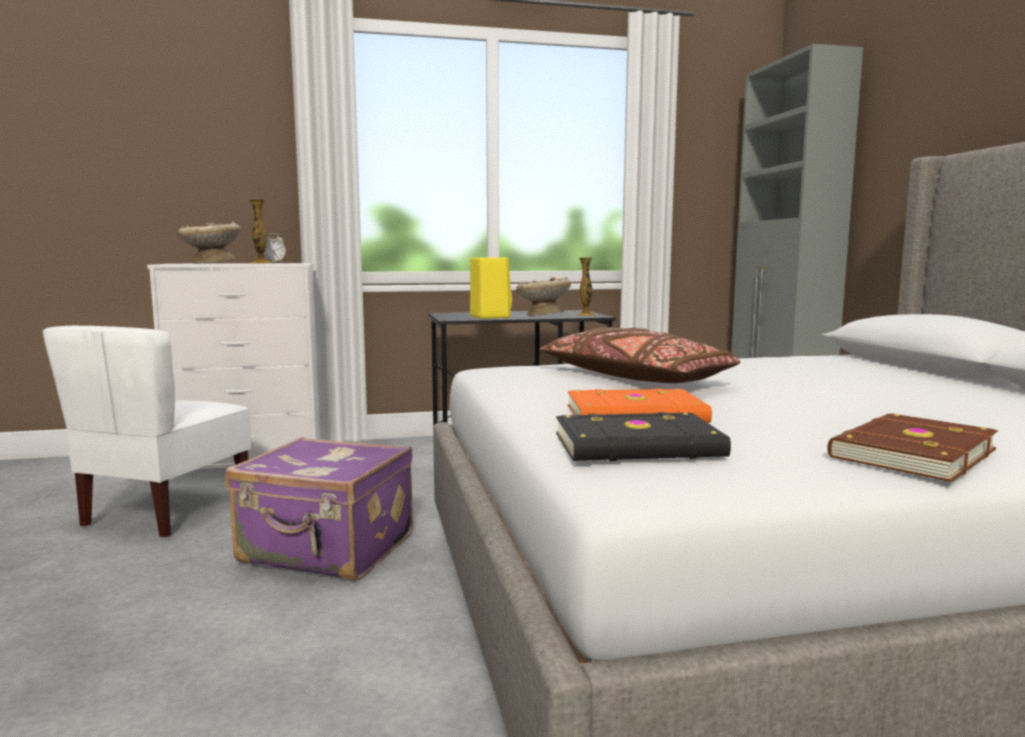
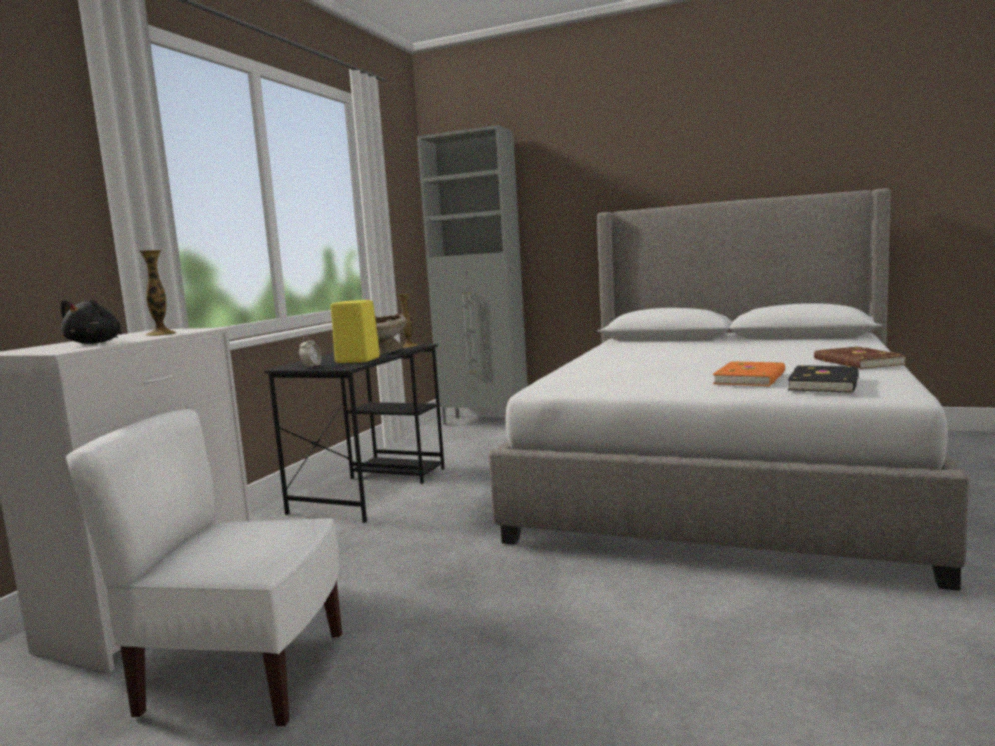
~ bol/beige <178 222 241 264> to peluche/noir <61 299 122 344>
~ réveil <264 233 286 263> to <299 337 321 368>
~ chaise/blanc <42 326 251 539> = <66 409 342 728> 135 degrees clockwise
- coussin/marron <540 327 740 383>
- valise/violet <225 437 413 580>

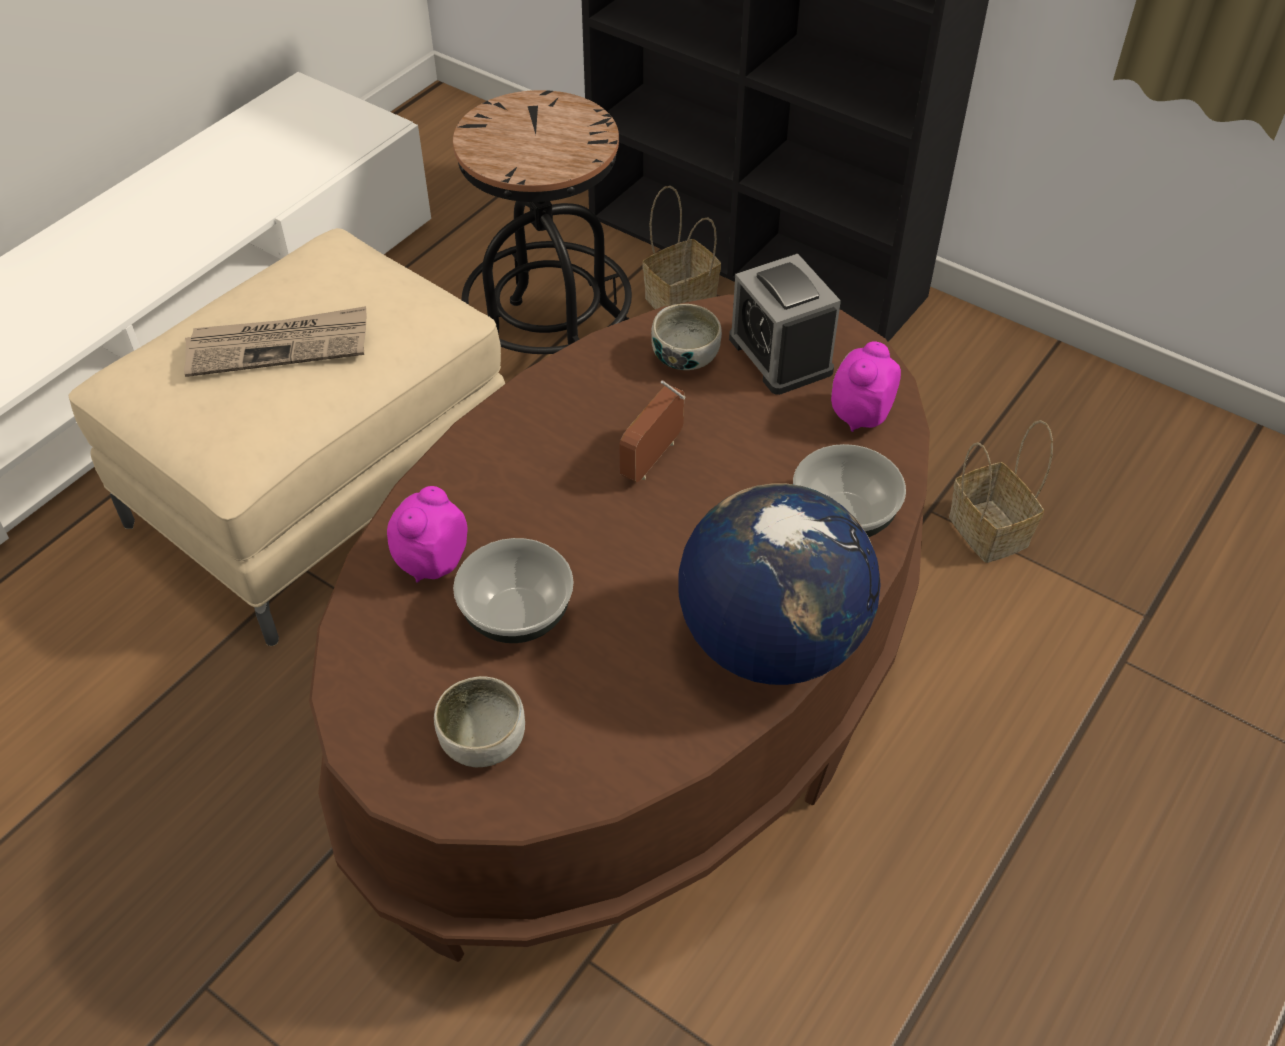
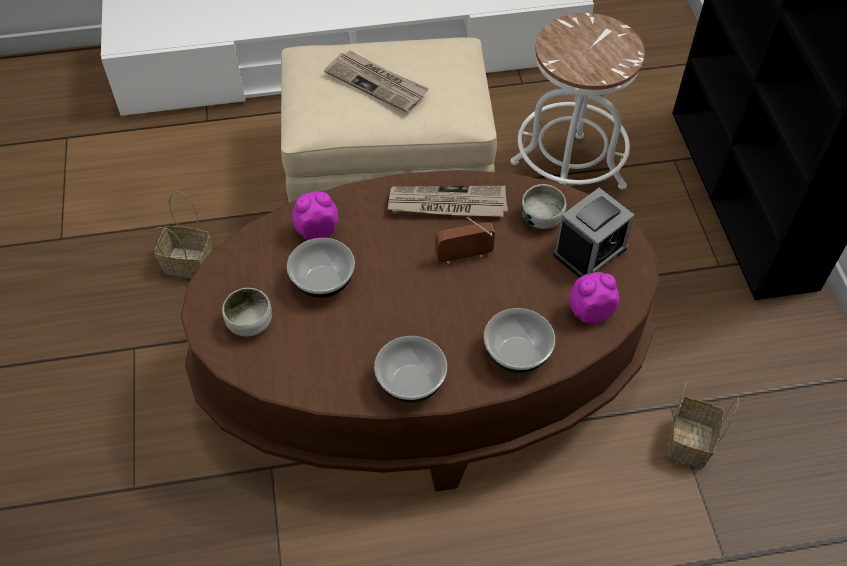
~ tabouret/noir <453 90 632 354> to tabouret/blanc <511 13 645 190>
~ panier <642 186 721 309> to <154 191 212 279>
~ réveil <729 254 841 395> = <553 188 635 278> 150 degrees counterclockwise
~ globe <678 483 880 685> to bol <374 336 447 403>
+ journal <387 186 508 217>

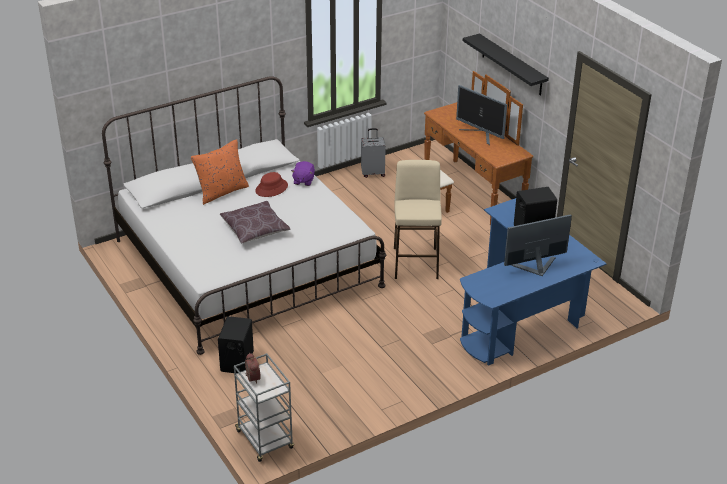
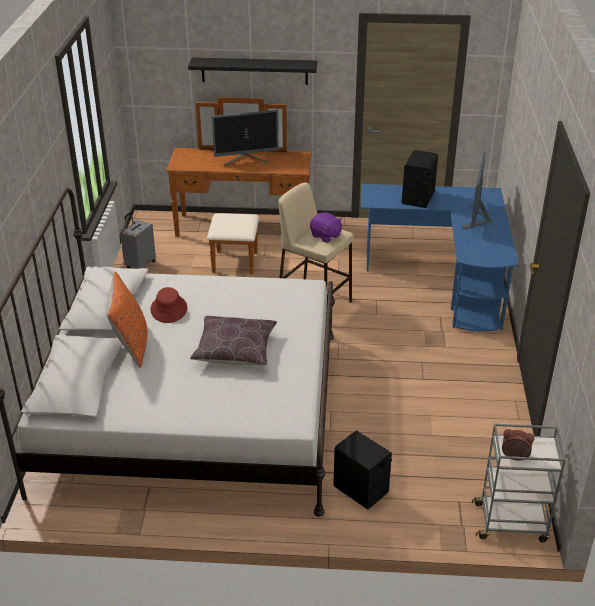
~ peluche/violet <291 161 315 186> to <310 212 342 243>

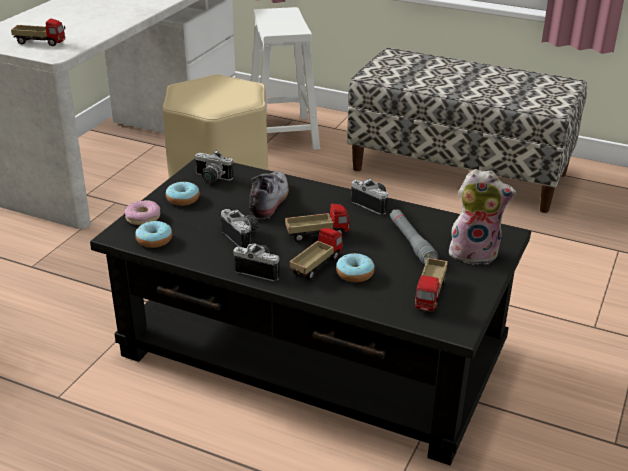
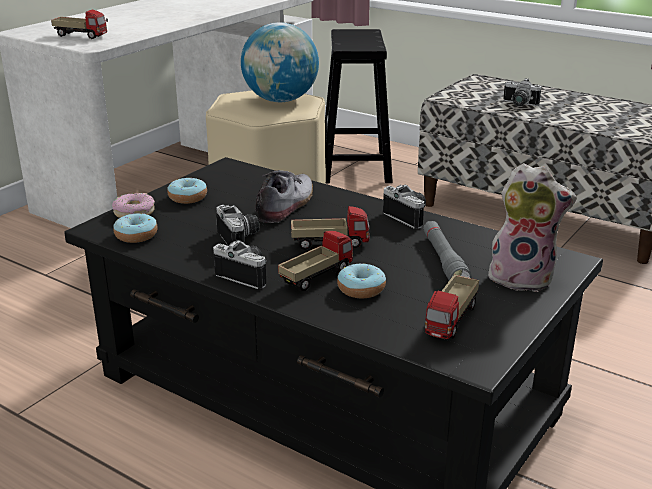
~ tabouret/blanc <251 7 320 150> to tabouret/noir <325 29 393 183>
~ appareil photo <194 151 234 183> to <503 78 541 106>
+ globe <241 22 319 102>

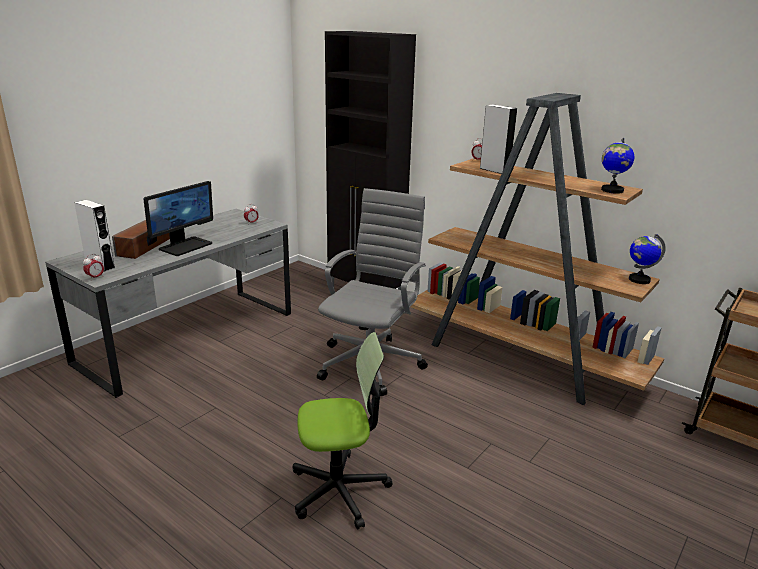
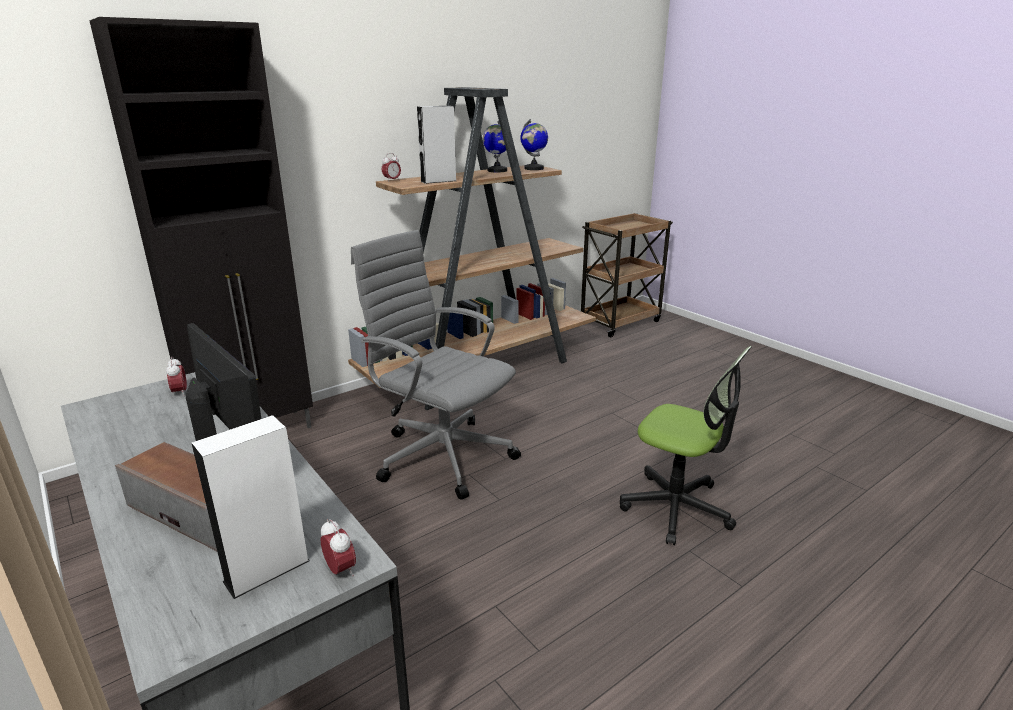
~ globe <629 234 666 284> to <483 120 507 172>
~ chaise de bureau <292 332 393 529> = <620 346 752 545> 120 degrees clockwise

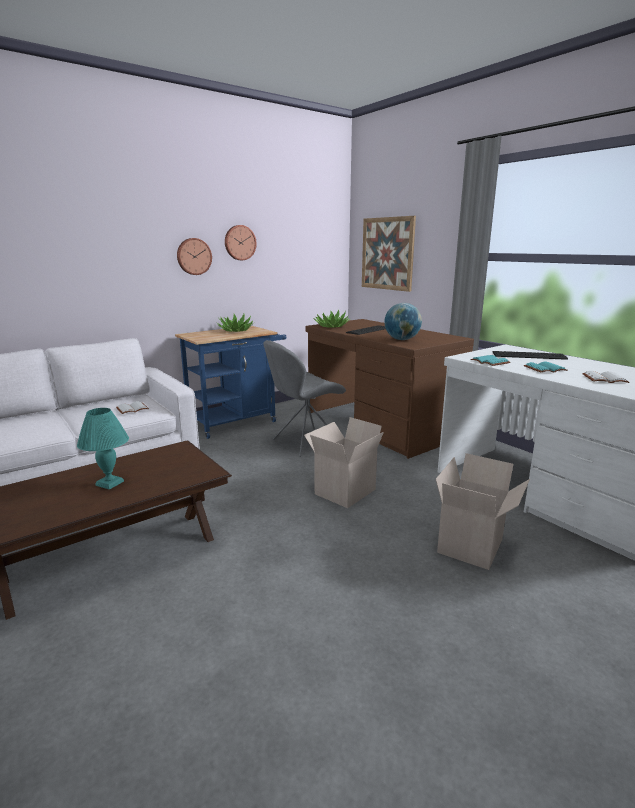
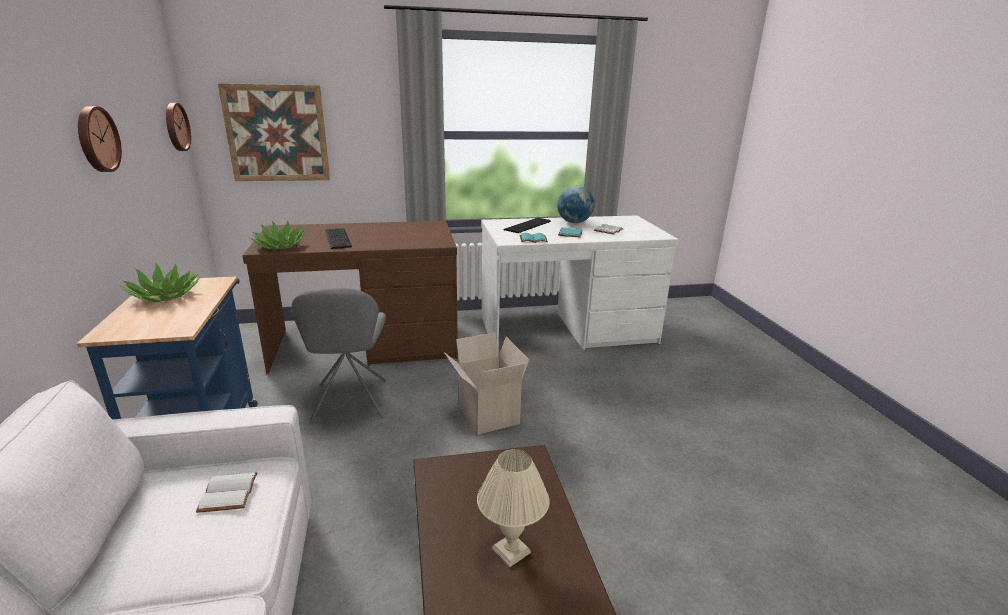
~ horloge murale <177 238 212 275> to <166 103 191 151>
~ globe <384 303 422 340> to <557 186 595 223>
~ lampe de table/turquoise <77 408 129 490> to lampe de table/beige <477 449 550 568>
- carton <436 453 530 570>

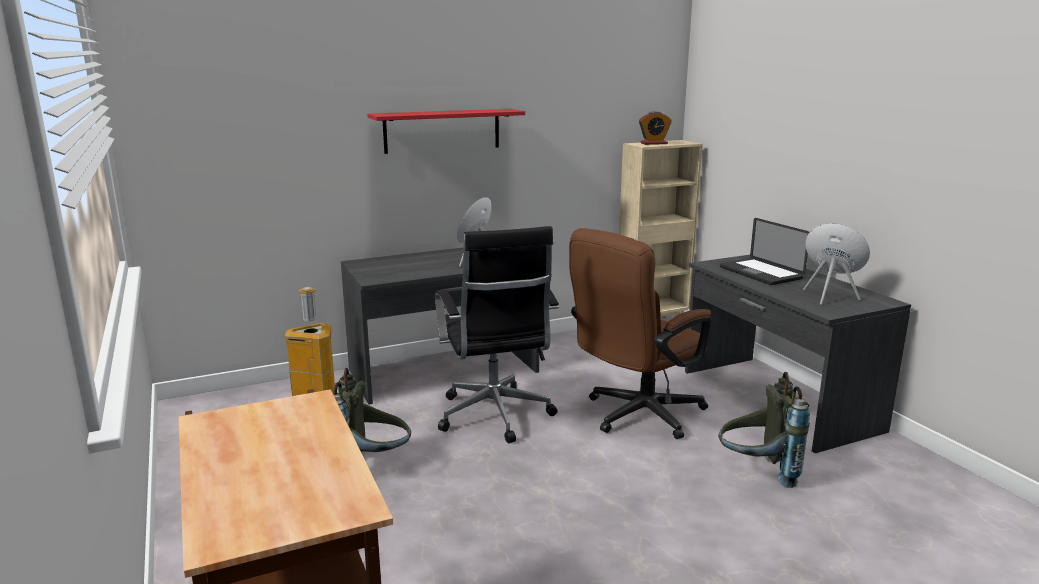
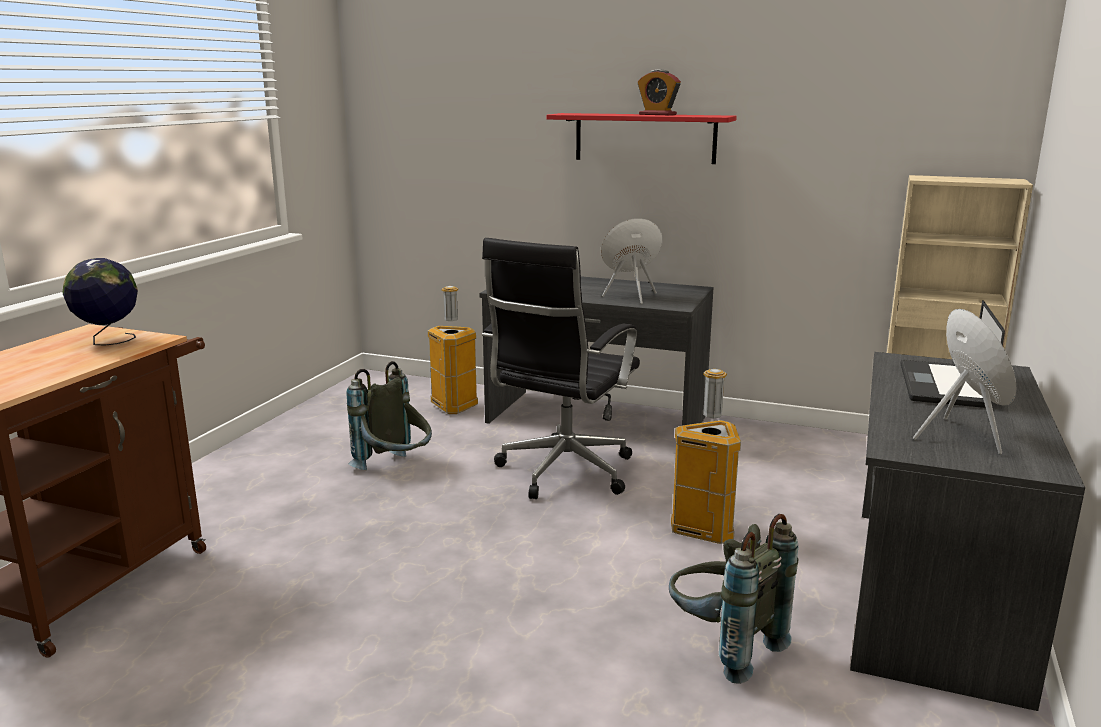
~ réveil <639 111 672 145> to <638 69 681 115>
~ chaise de bureau/marron <569 228 711 439> to poubelle <671 369 741 544>
+ globe <62 258 138 346>

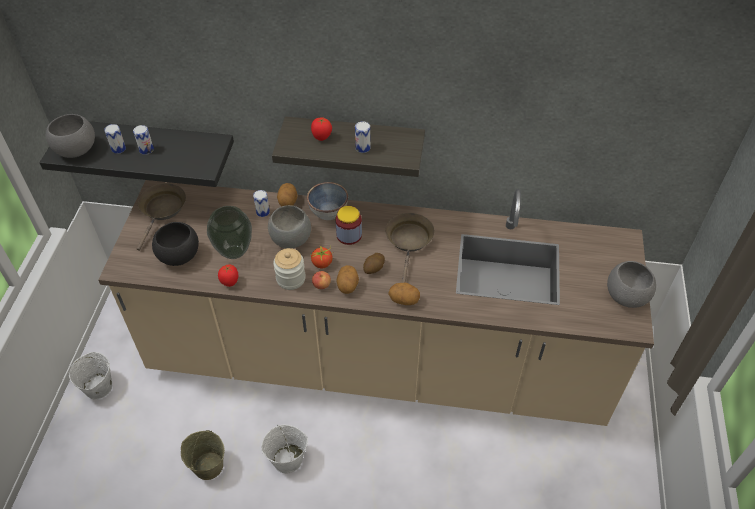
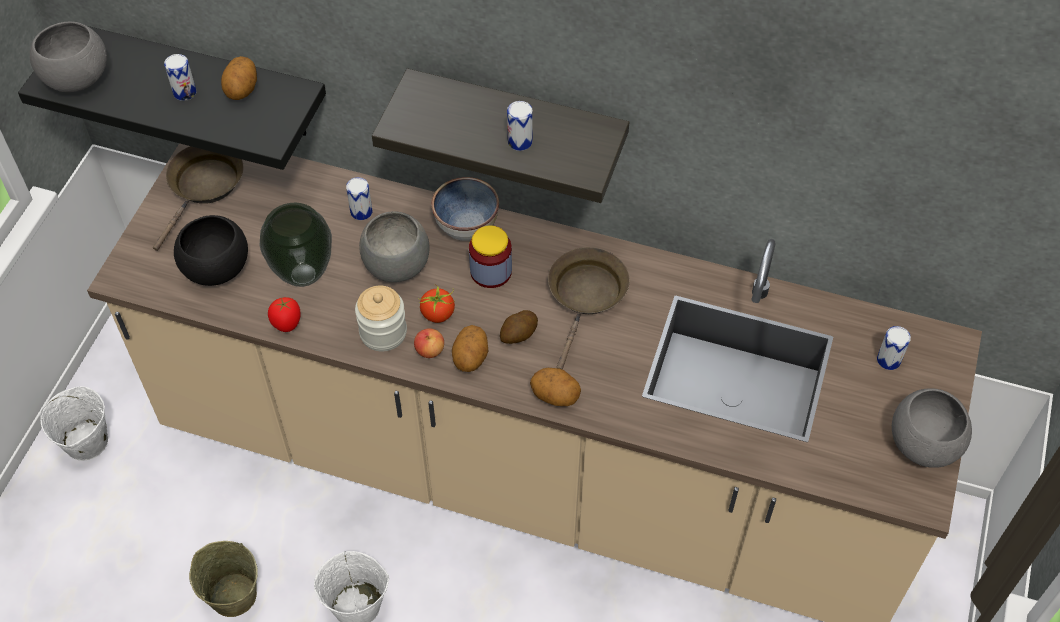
- tomate <311 117 332 141>
~ boîte métallique <104 124 126 154> to <877 326 911 370>
~ pomme de terre <277 183 298 206> to <221 56 257 100>

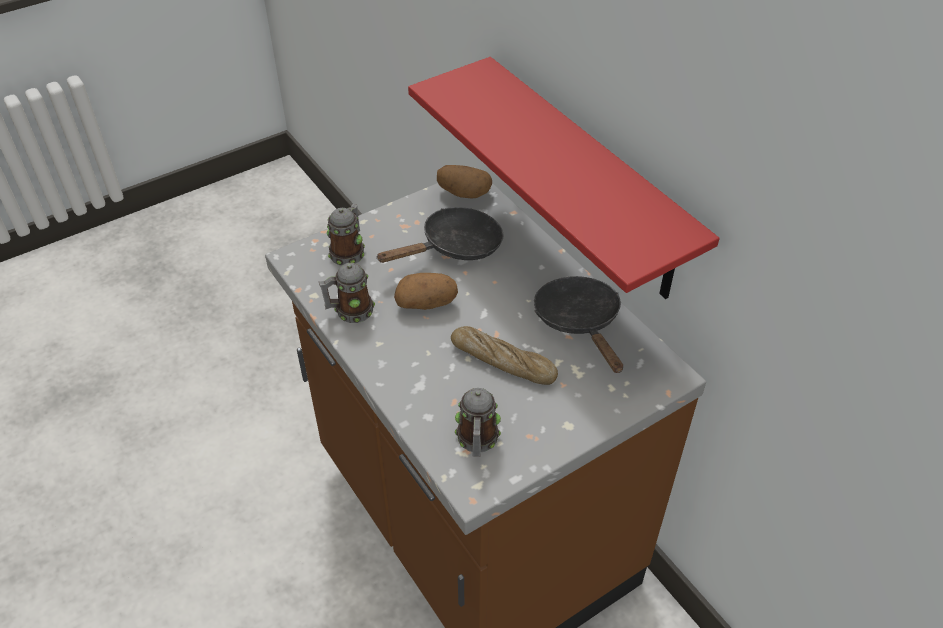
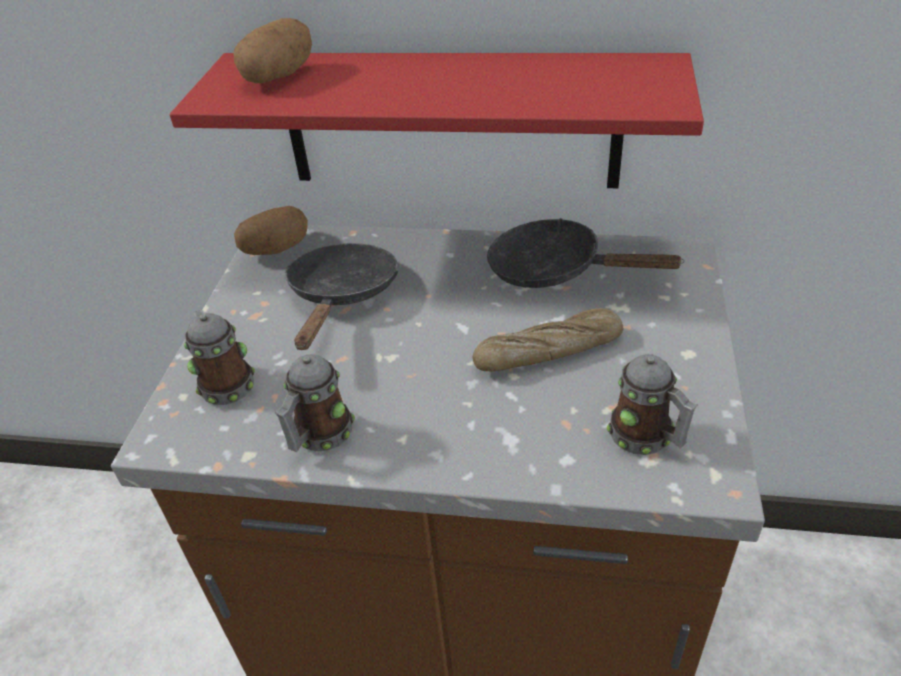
~ pomme de terre <394 273 458 310> to <234 18 312 83>

